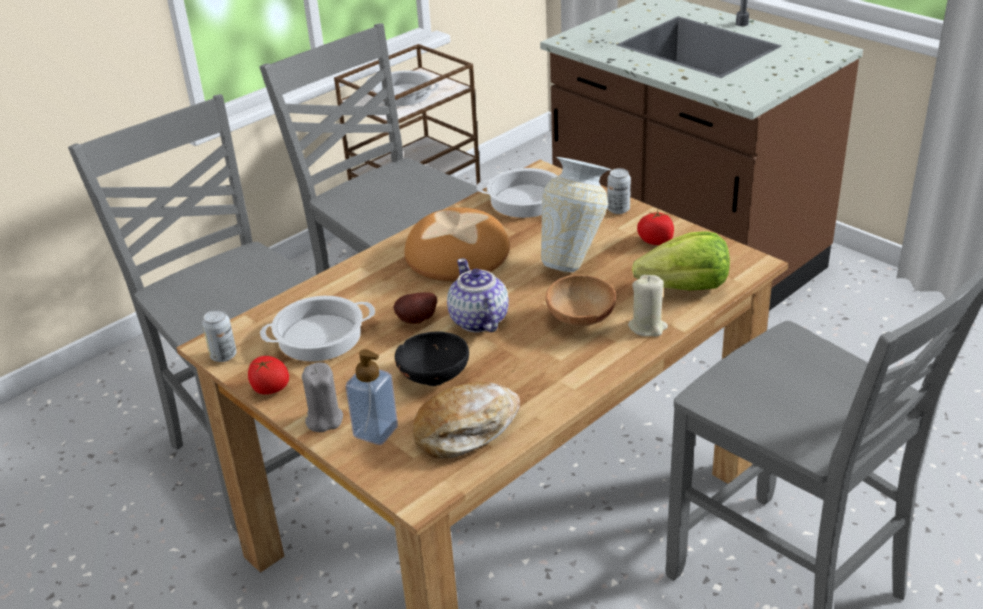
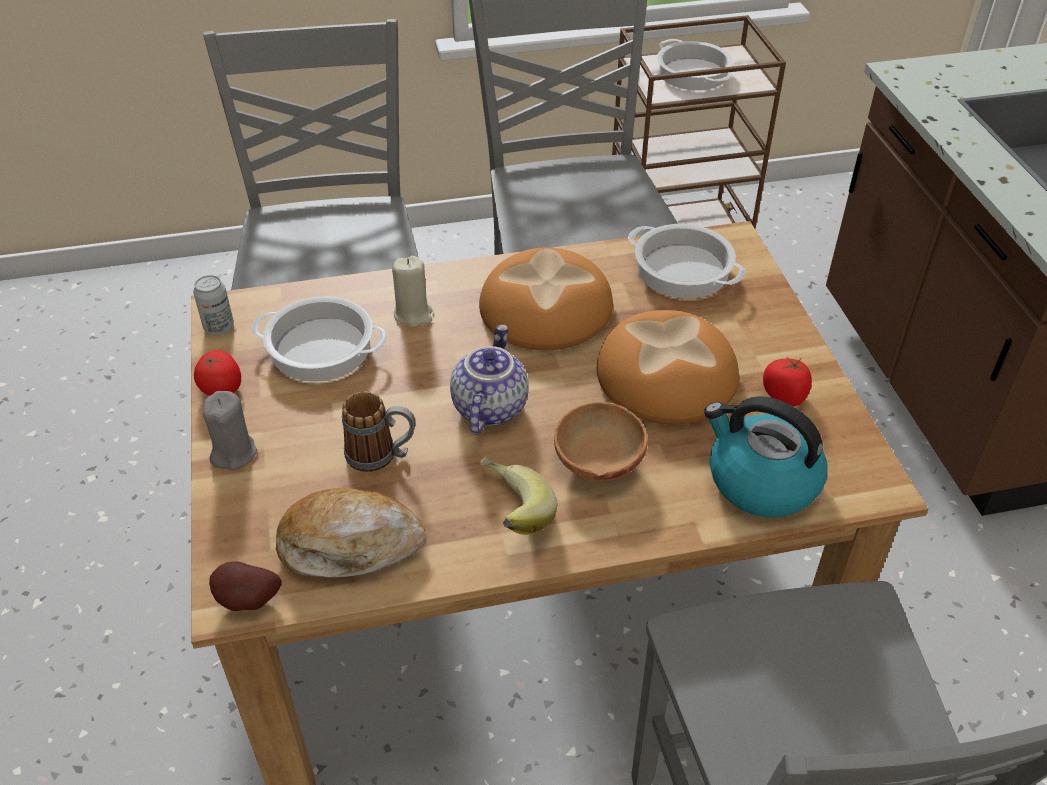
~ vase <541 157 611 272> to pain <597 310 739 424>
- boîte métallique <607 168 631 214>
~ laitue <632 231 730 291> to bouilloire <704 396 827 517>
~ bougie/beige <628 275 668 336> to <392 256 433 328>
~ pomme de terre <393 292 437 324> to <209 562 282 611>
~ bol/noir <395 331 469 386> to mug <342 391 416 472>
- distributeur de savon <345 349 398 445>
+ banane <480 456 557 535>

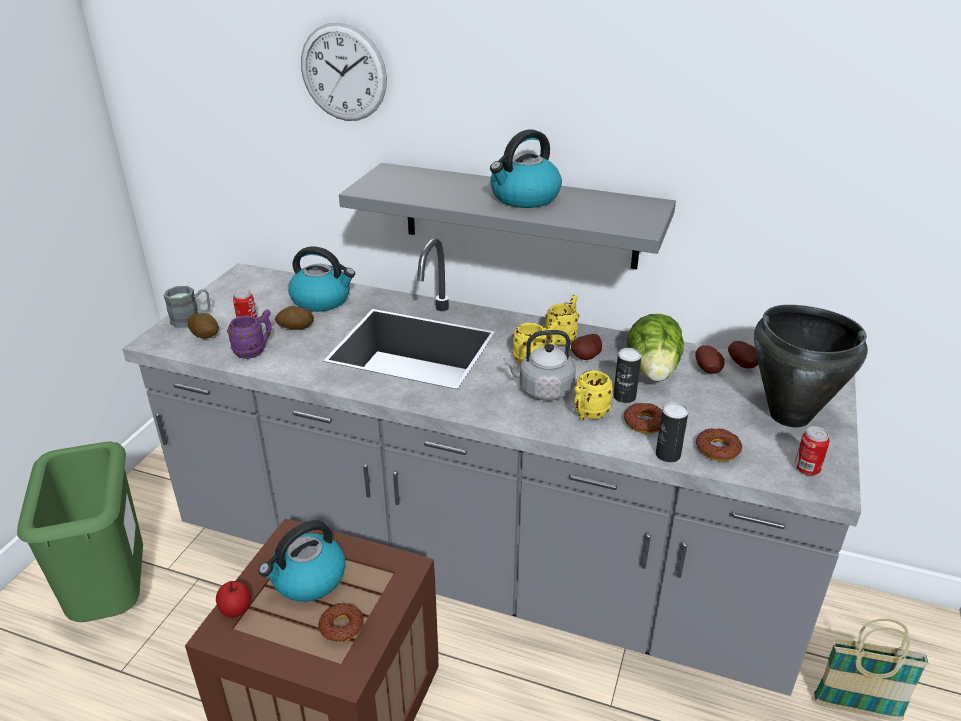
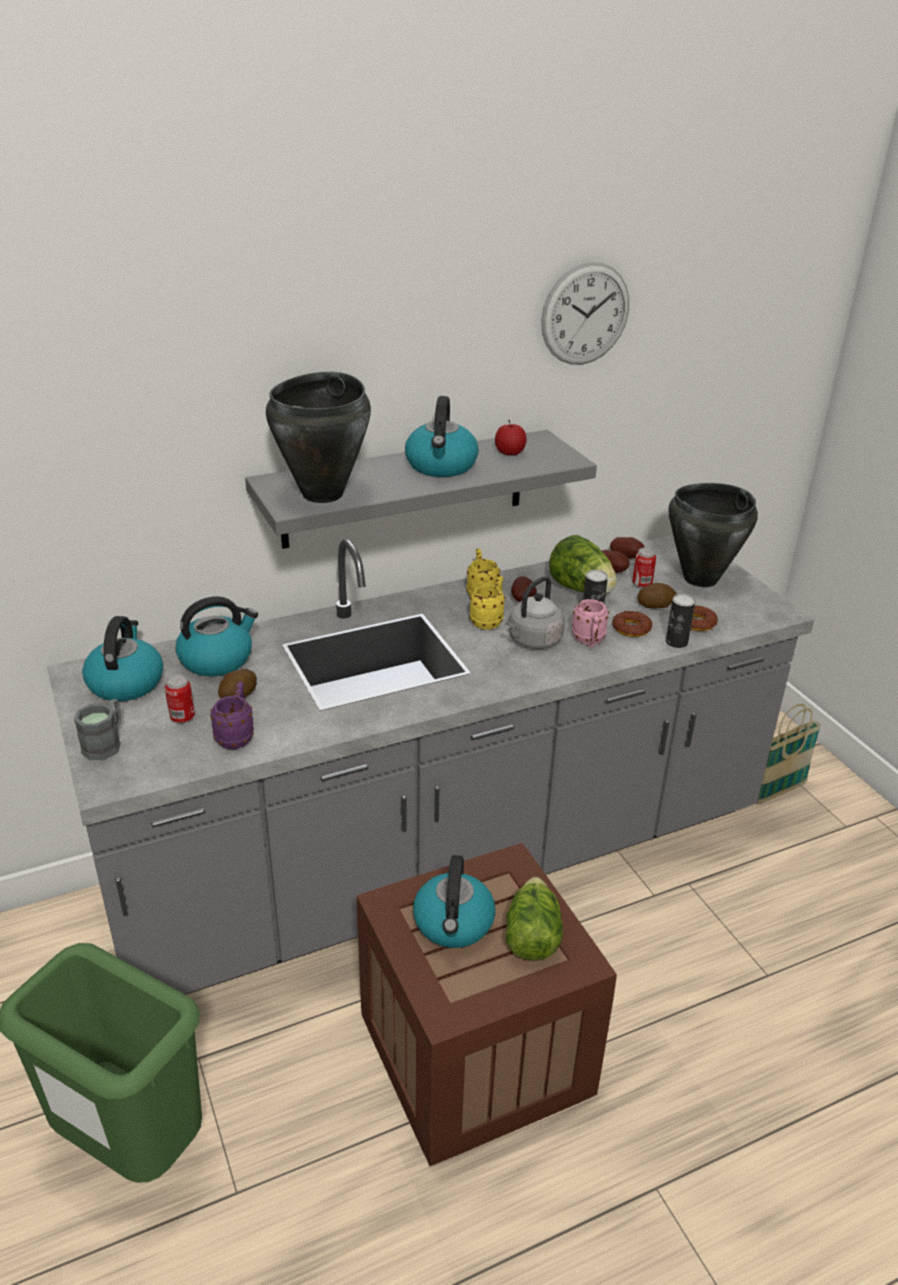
~ horloge murale <301 22 387 121> to <541 262 629 365>
~ pomme de terre <188 313 219 339> to <637 583 677 609>
~ mug/jaune <574 370 614 420> to mug/rose <572 599 609 648>
~ boîte métallique <795 426 830 476> to <632 548 656 588>
~ pomme <216 581 251 618> to <495 420 527 455>
~ beignet <318 603 364 642> to laitue <506 877 563 961>
+ marmite/noir <266 372 371 503>
+ bouilloire <82 616 163 701>

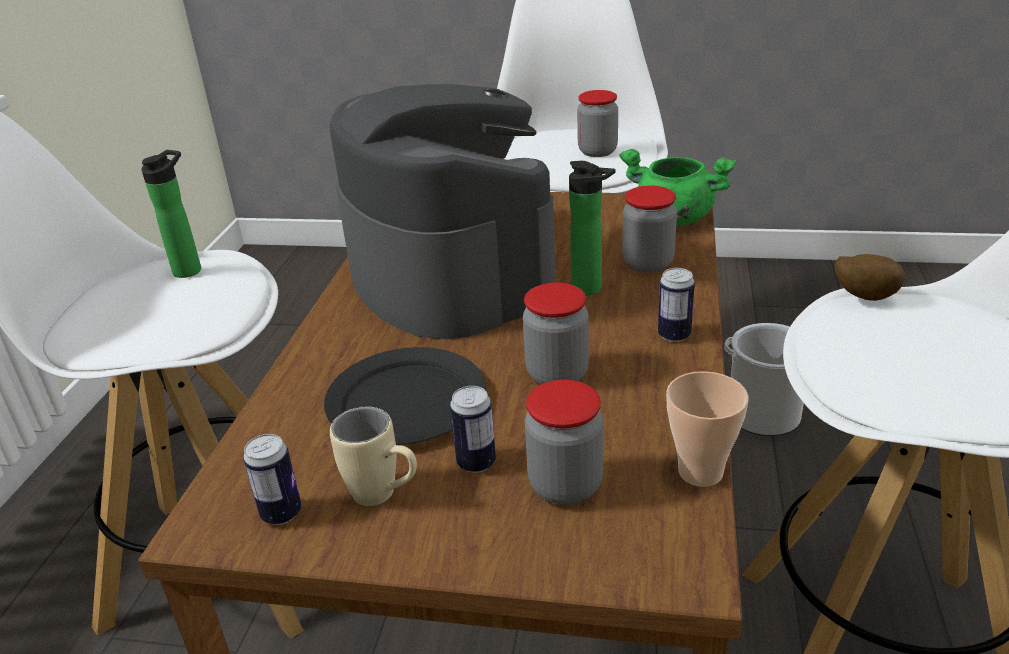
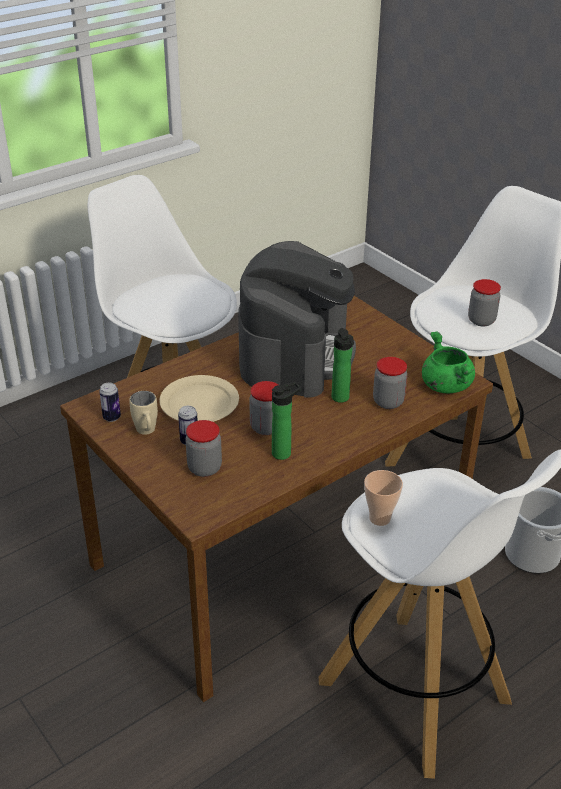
~ bouteille <141 150 201 278> to <272 382 301 460>
- pomme de terre <835 254 906 301>
- boîte métallique <658 268 695 342>
~ assiette/noir <324 347 486 445> to assiette/beige <159 375 239 422>
~ tasse <666 371 748 487> to <364 470 403 526>

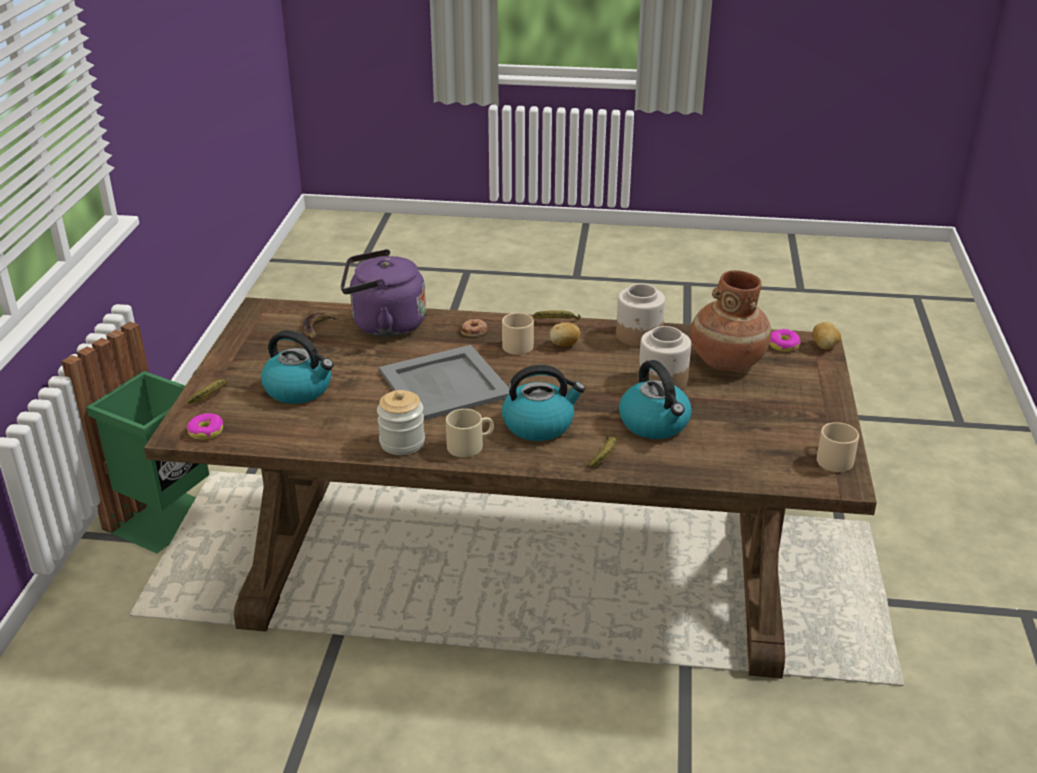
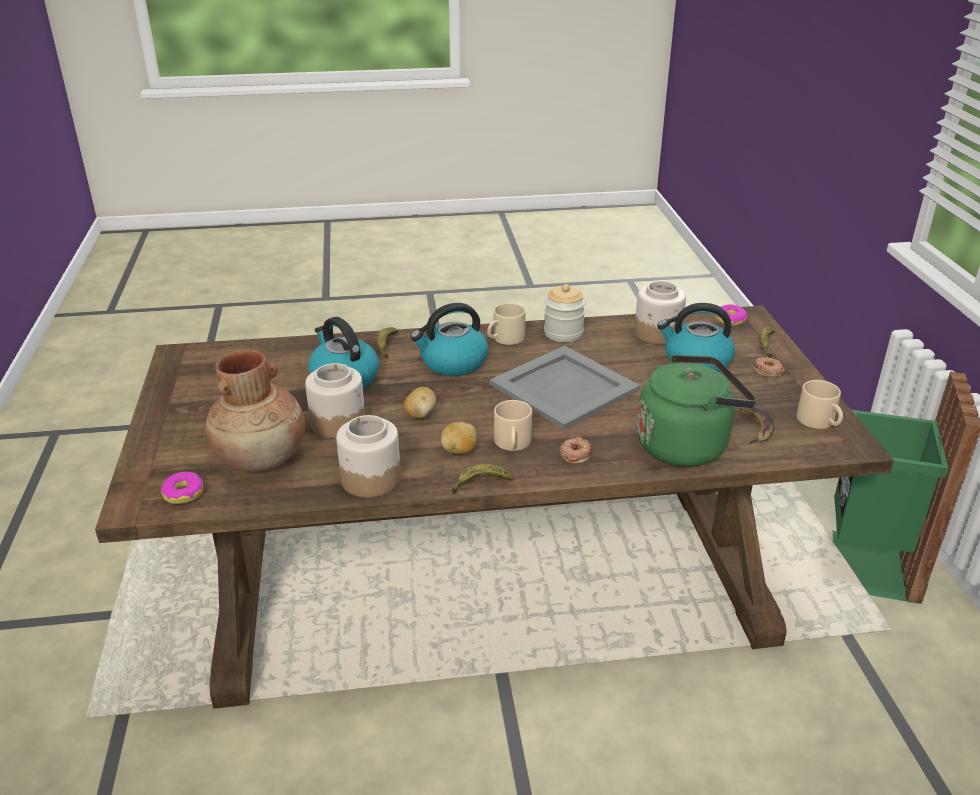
~ bouilloire/violet <341 249 426 337> to bouilloire/vert <637 354 756 466>
~ pomme de terre <812 322 841 349> to <404 387 437 418>
~ mug/beige <817 422 859 472> to <797 380 843 429>
+ bocal <634 281 686 344>
+ beignet <753 356 784 377>

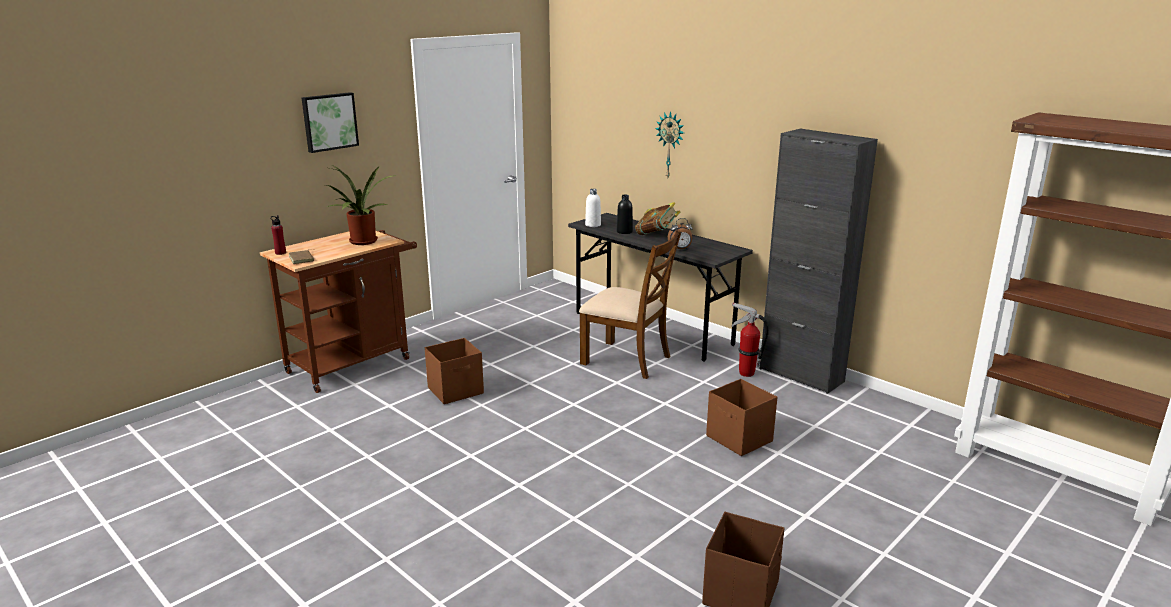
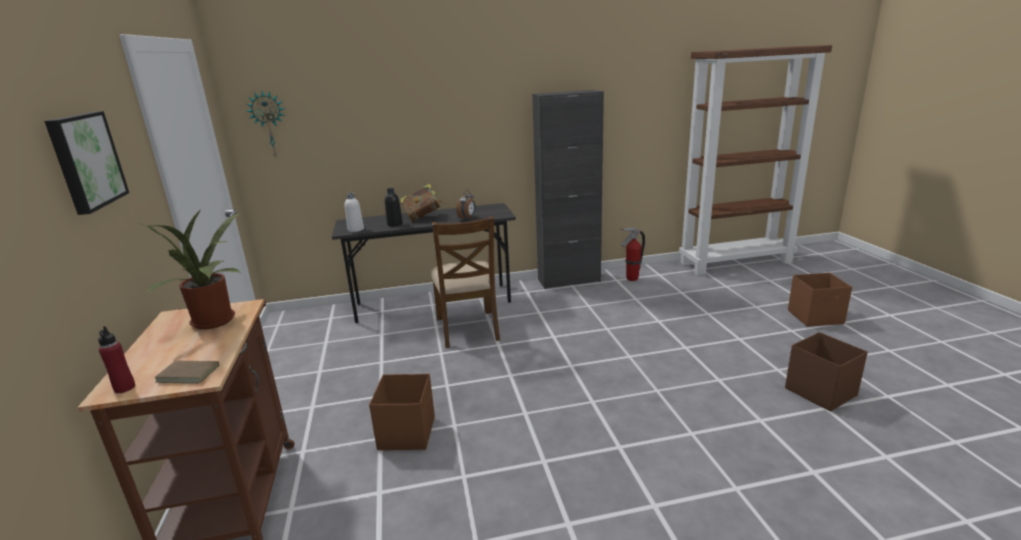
~ horloge murale <655 111 684 178> to <246 91 285 158>
~ chaise/marron <579 230 681 379> = <431 216 500 348> 105 degrees clockwise
~ extincteur <732 303 769 377> to <621 228 645 281>
~ boîte de rangement/marron <706 379 777 456> to <788 273 852 327>

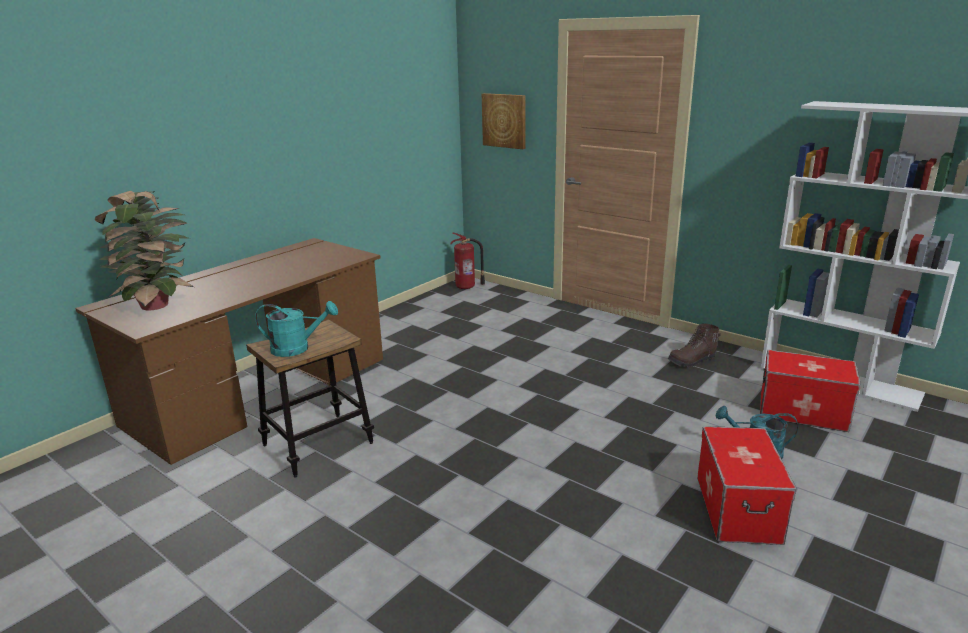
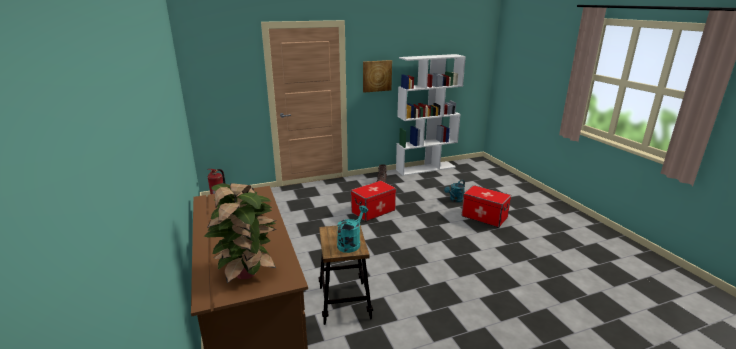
~ tableau <482 93 526 149> to <363 60 392 93>
~ boîte de rangement <760 350 861 432> to <351 180 396 221>

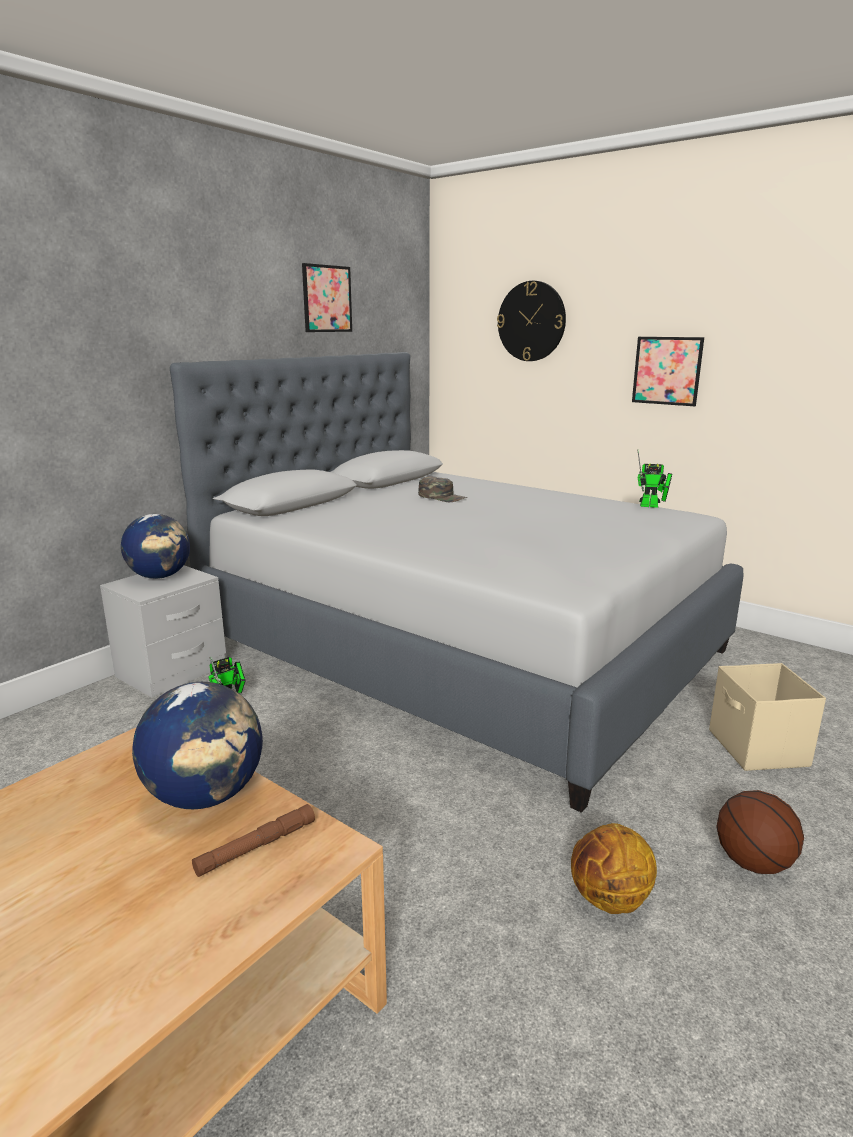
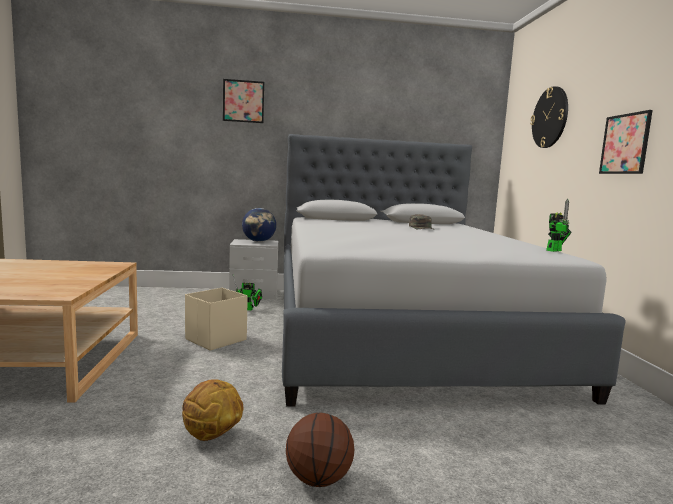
~ tableau <302 263 352 332> to <223 79 264 123>
~ robot jouet <638 451 672 508> = <546 199 572 252> 90 degrees counterclockwise
~ boîte de rangement/beige <709 663 826 771> to <185 288 248 351>
- globe <132 682 263 809>
- lampe de poche/marron <192 804 315 877>

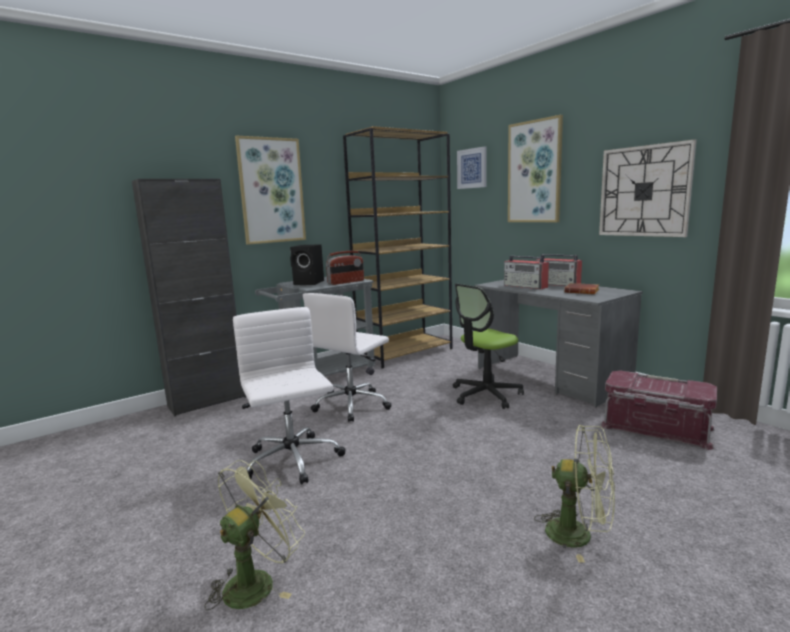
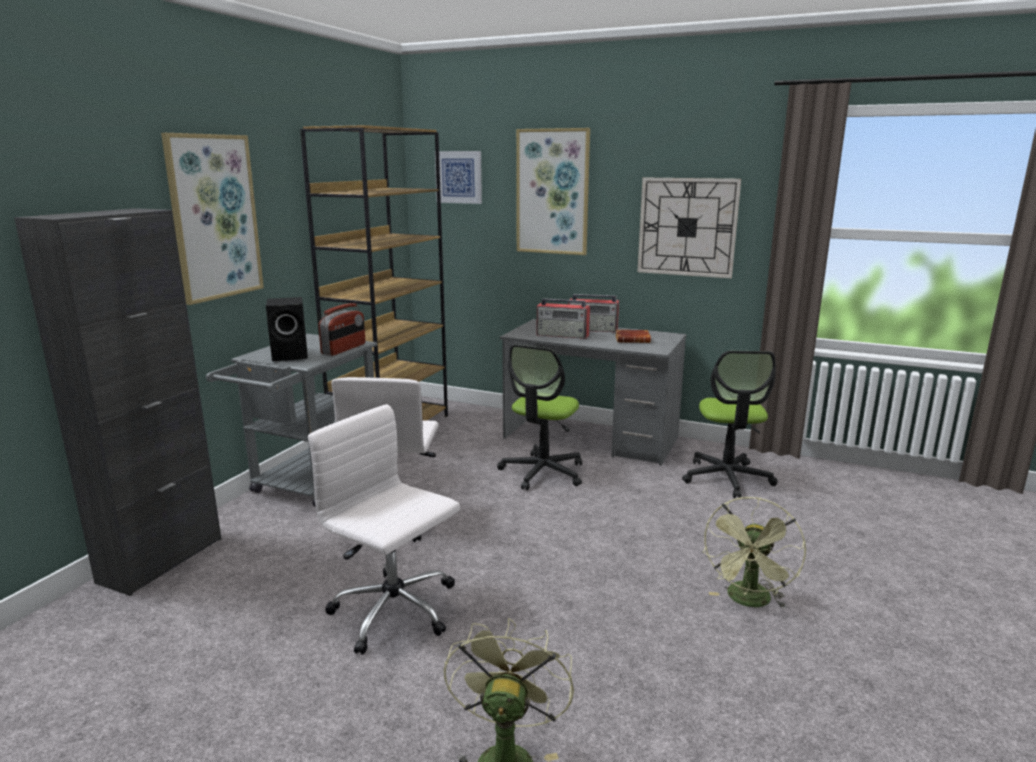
~ boîte de rangement/rouge <600 370 717 450> to chaise de bureau <682 351 778 498>
~ ventilateur/vert <534 425 615 563> = <703 497 806 609> 120 degrees clockwise

